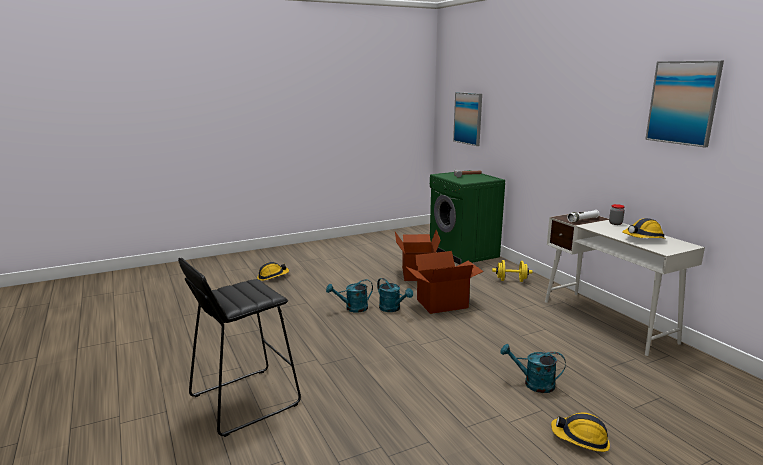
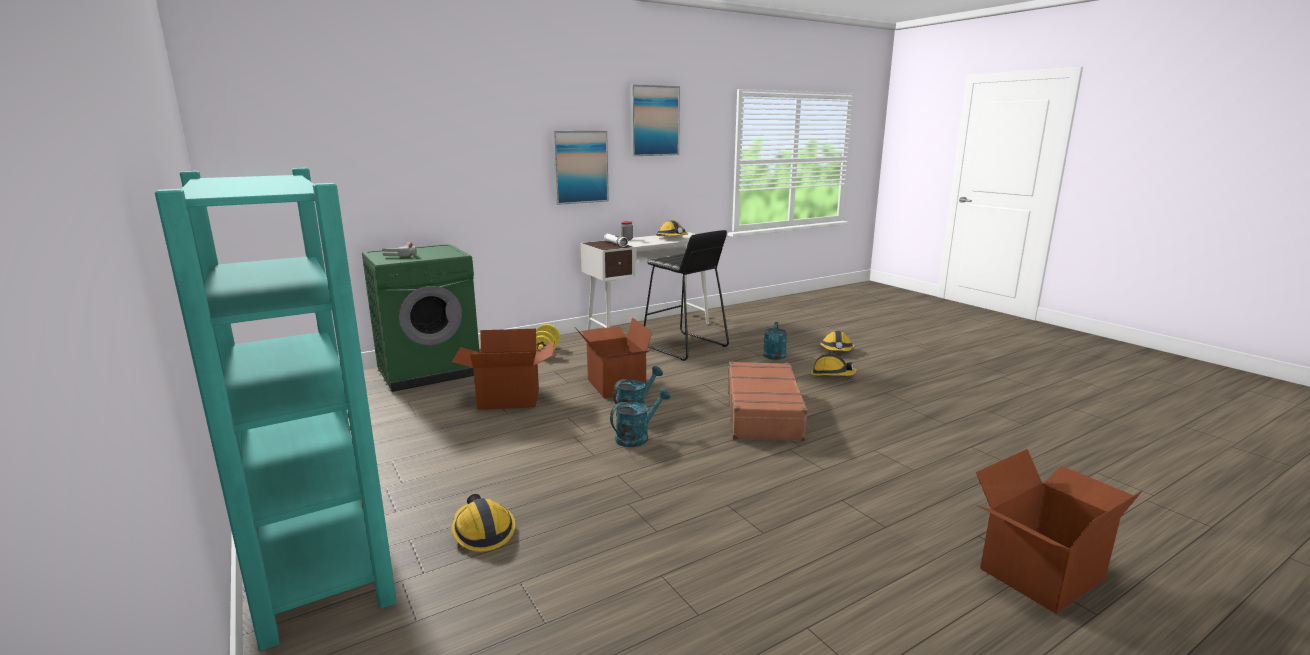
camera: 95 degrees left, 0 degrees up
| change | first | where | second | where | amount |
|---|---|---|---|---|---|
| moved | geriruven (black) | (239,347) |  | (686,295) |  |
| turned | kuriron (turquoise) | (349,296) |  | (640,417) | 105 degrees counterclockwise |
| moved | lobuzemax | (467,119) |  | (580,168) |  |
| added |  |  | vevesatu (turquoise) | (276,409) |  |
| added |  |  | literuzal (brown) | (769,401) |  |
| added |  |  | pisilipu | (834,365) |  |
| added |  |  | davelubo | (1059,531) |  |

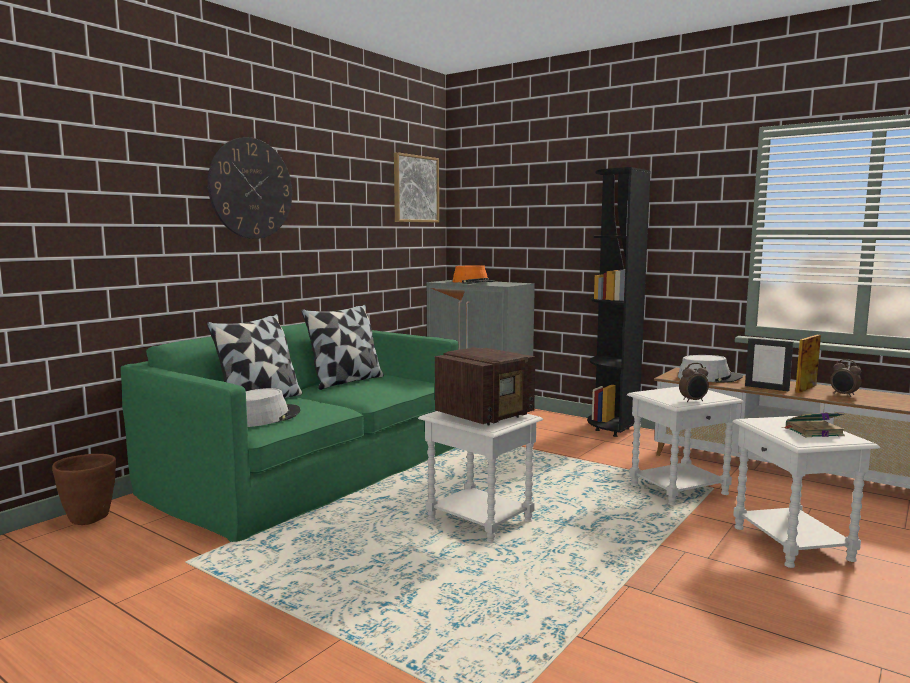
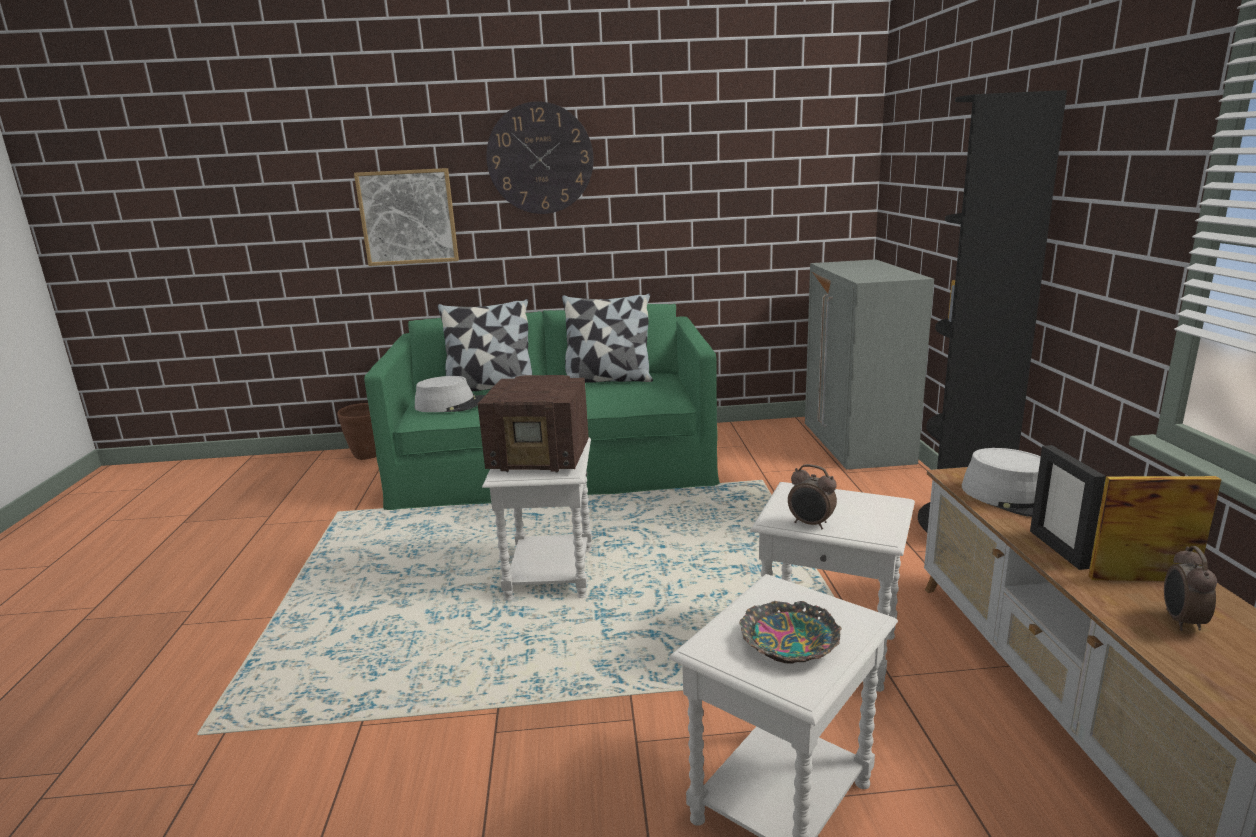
camera: 50 degrees right, 10 degrees up
| change | first | where | second | where | amount |
|---|---|---|---|---|---|
| moved | lobuzemax | (416,187) |  | (406,217) |  |
| removed | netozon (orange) | (474,274) |  |  |  |
| replaced | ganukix | (814,425) | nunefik | (790,632) |  |

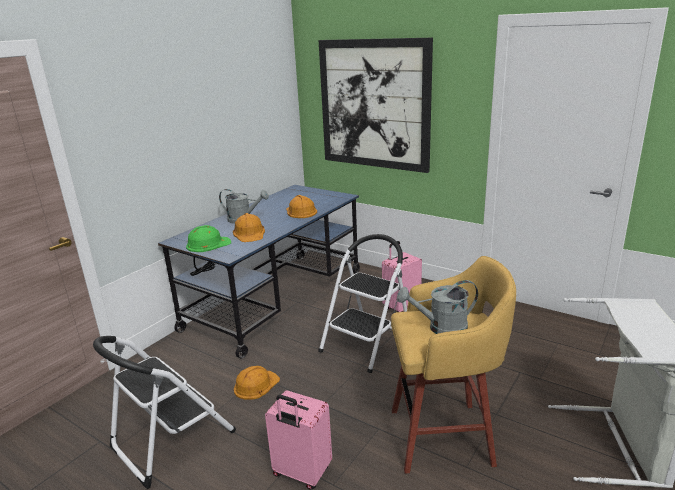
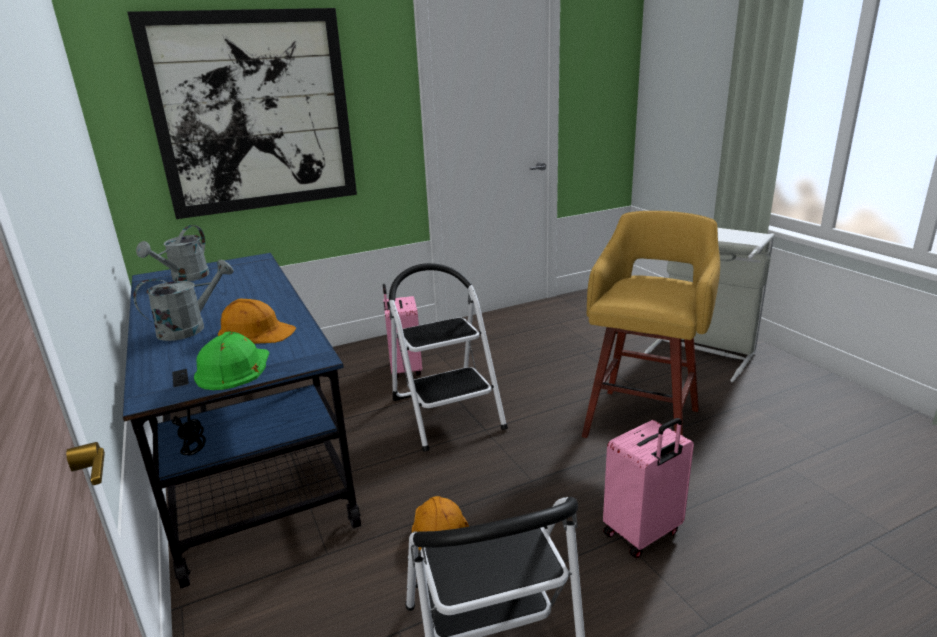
camera: 60 degrees left, 0 degrees up
| change | first | where | second | where | amount |
|---|---|---|---|---|---|
| removed | pisilipu (orange) | (301,206) |  |  |  |
| moved | kuriron (grey) | (437,307) |  | (173,253) |  |

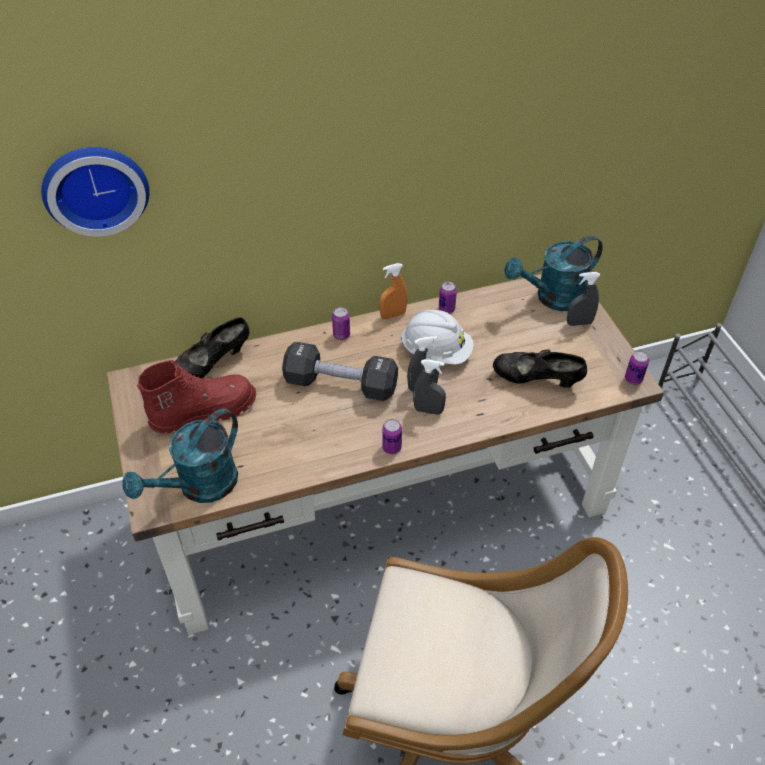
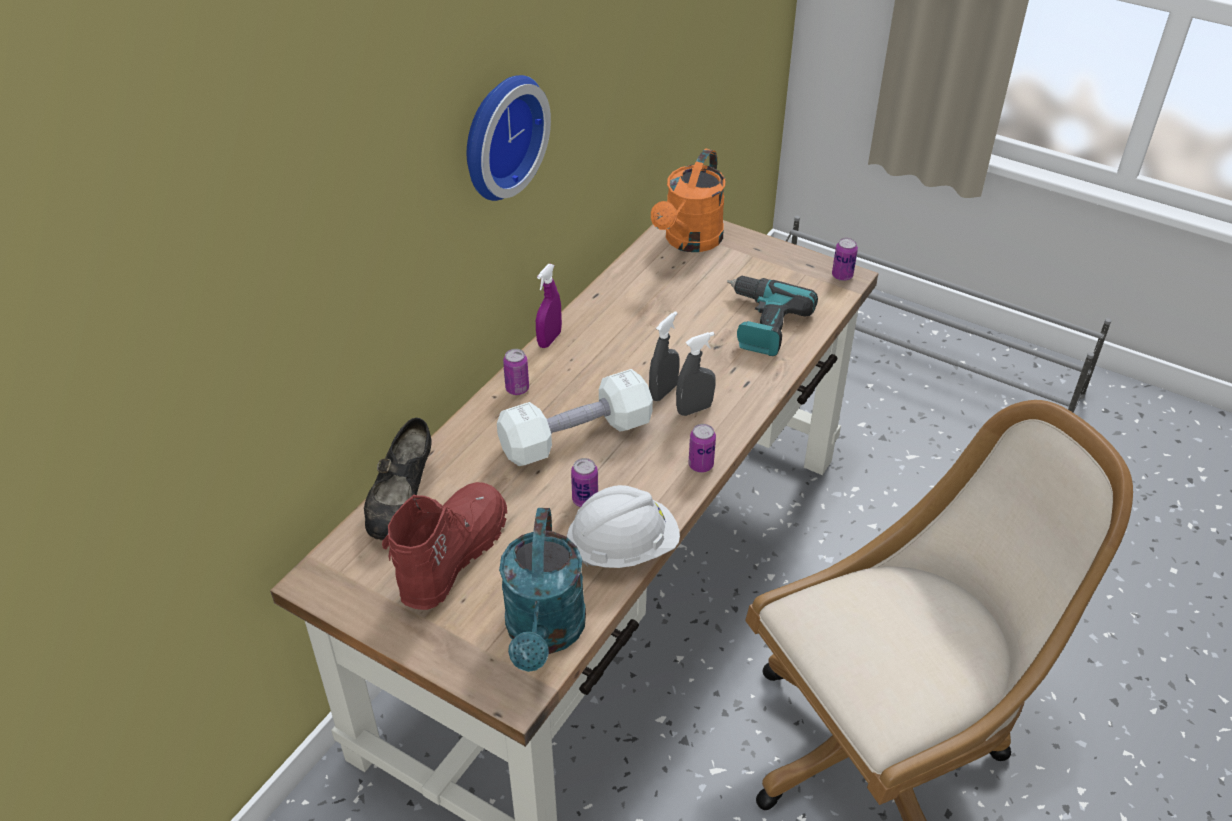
camera: 40 degrees left, 5 degrees down
| change | first | where | second | where | amount |
|---|---|---|---|---|---|
| moved | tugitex | (95,191) |  | (509,138) |  |
| recoloured | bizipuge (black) | (340,371) | bizipuge (white) | (575,417) |  |
| recoloured | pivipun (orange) | (393,291) | pivipun (purple) | (549,306) |  |
| moved | pisilipu (white) | (437,337) |  | (623,526) |  |
| moved | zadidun | (448,297) |  | (584,482) |  |
| replaced | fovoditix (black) | (540,368) | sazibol | (772,316) |  |
| recoloured | kuriron (turquoise) | (553,273) | kuriron (orange) | (688,200) |  |
| removed | pivipun (grey) | (583,299) |  |  |  |

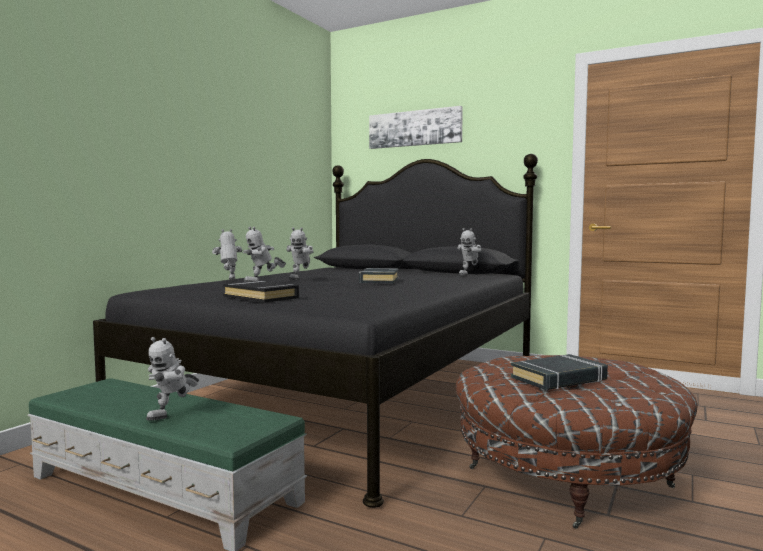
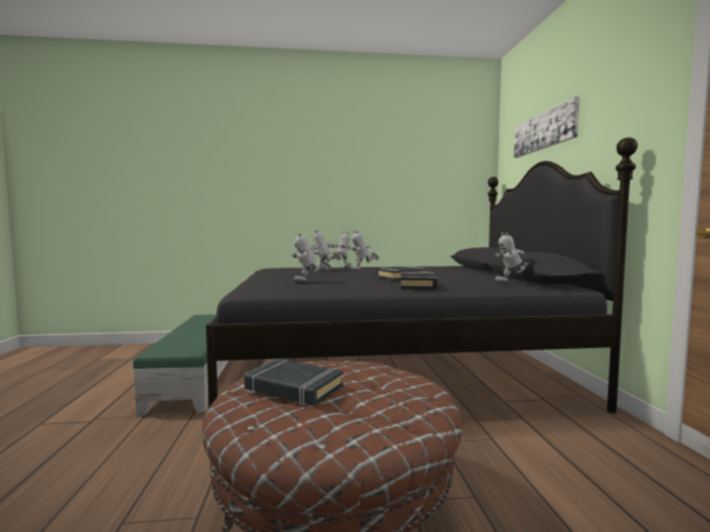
camera: 55 degrees right, 0 degrees up
| change | first | where | second | where | amount |
|---|---|---|---|---|---|
| moved | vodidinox | (172,379) |  | (310,257) |  |
| moved | ganukix (black) | (261,292) |  | (419,280) |  |

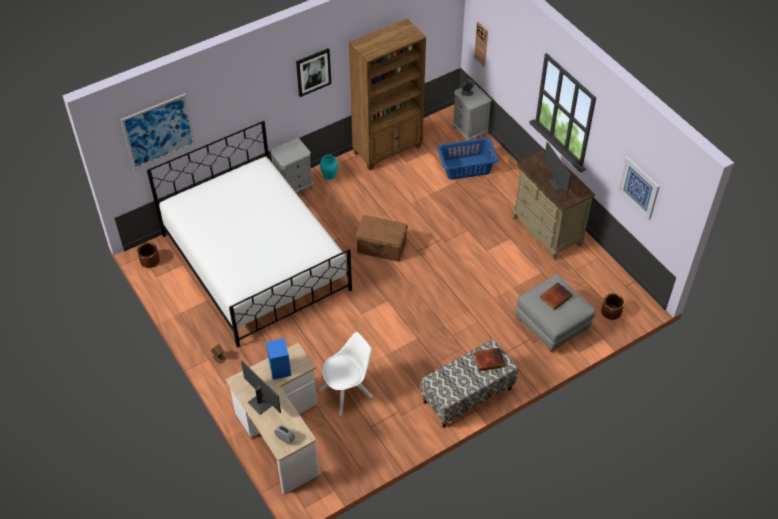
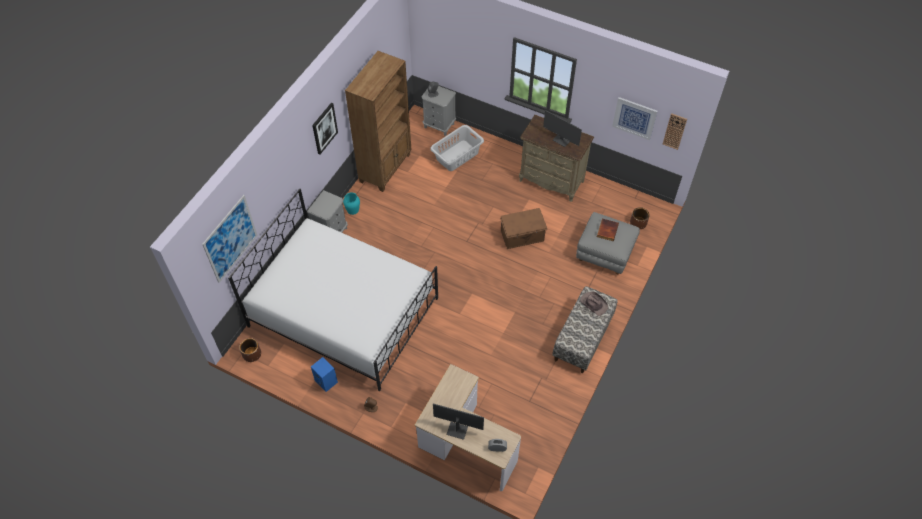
camera: 30 degrees left, 5 degrees up
| change | first | where | second | where | amount |
|---|---|---|---|---|---|
| moved | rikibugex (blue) | (278,359) |  | (324,374) |  |
| removed | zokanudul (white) | (346,374) |  |  |  |
| moved | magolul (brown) | (381,238) |  | (524,228) |  |
| recoloured | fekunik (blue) | (468,159) | fekunik (grey) | (457,148) |  |
| moved | tugitex | (481,44) |  | (675,131) |  |
| replaced | ganukix | (489,359) | netozon (brown) | (594,303) |  |

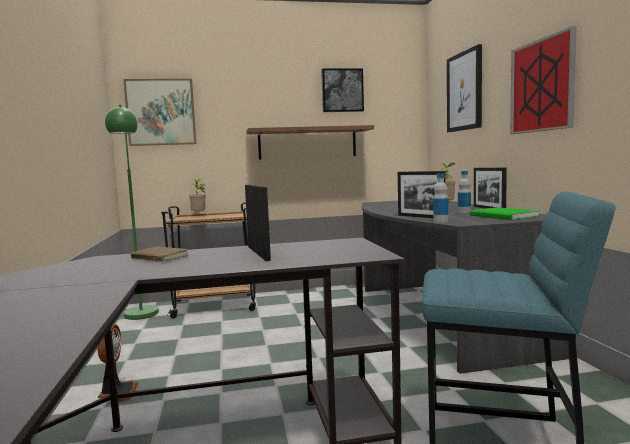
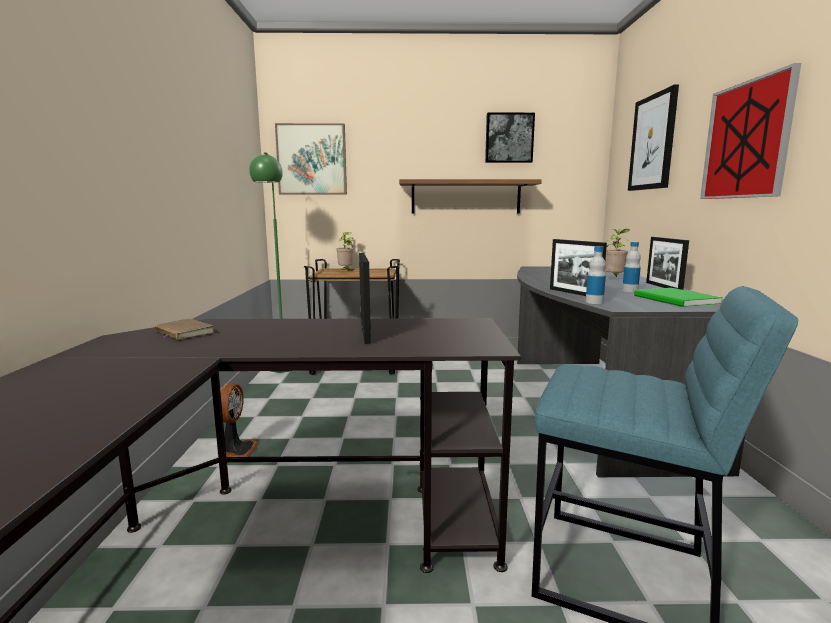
camera: 10 degrees right, 5 degrees up
| change | first | where | second | where | amount |
|---|---|---|---|---|---|
| moved | ganukix (brown) | (159,254) |  | (184,329) |  |

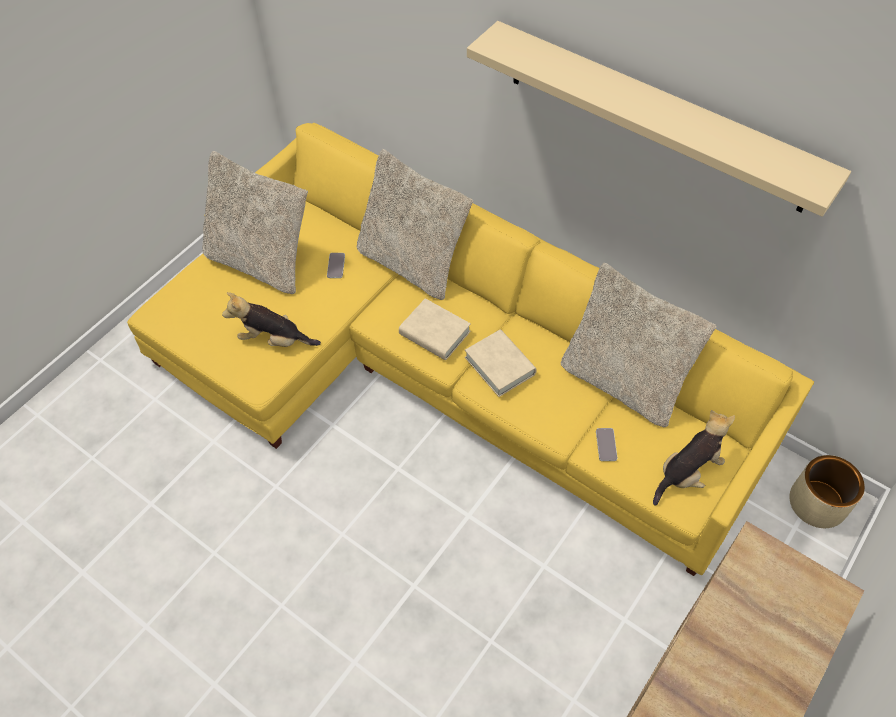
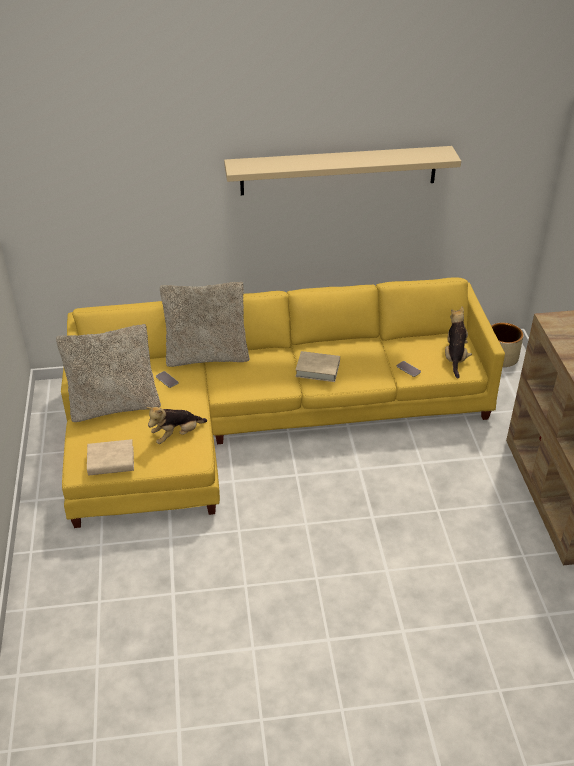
camera: 45 degrees left, 15 degrees down
| change | first | where | second | where | amount |
|---|---|---|---|---|---|
| moved | ganukix (beige) | (435,329) |  | (110,457) |  |
| removed | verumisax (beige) | (638,345) |  |  |  |

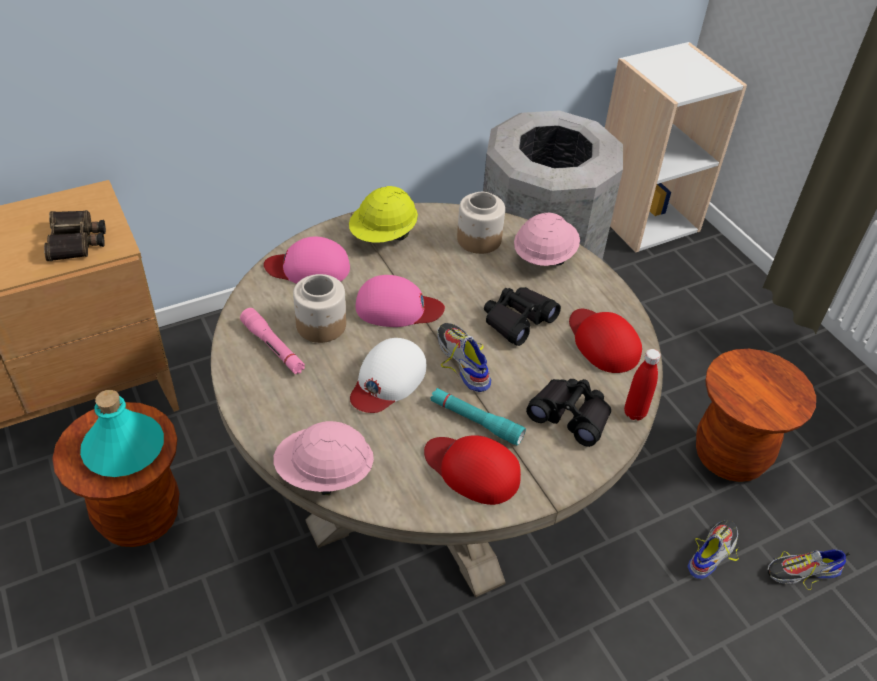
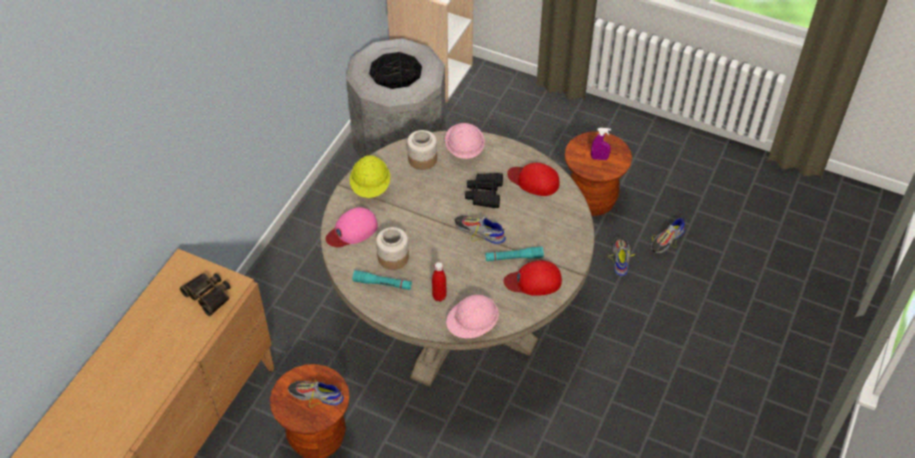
camera: 35 degrees left, 5 degrees up
| change | first | where | second | where | amount |
|---|---|---|---|---|---|
| replaced | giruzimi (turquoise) | (122,433) | fovoditix | (316,393) |  |
| recoloured | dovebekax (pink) | (272,341) | dovebekax (turquoise) | (382,280) |  |
| removed | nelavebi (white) | (388,375) |  |  |  |
| removed | nelavebi (pink) | (400,301) |  |  |  |
| removed | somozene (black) | (568,413) |  |  |  |
| moved | giruzimi (red) | (642,385) |  | (439,281) |  |
| added |  |  | pivipun (purple) | (601,144) |  |

